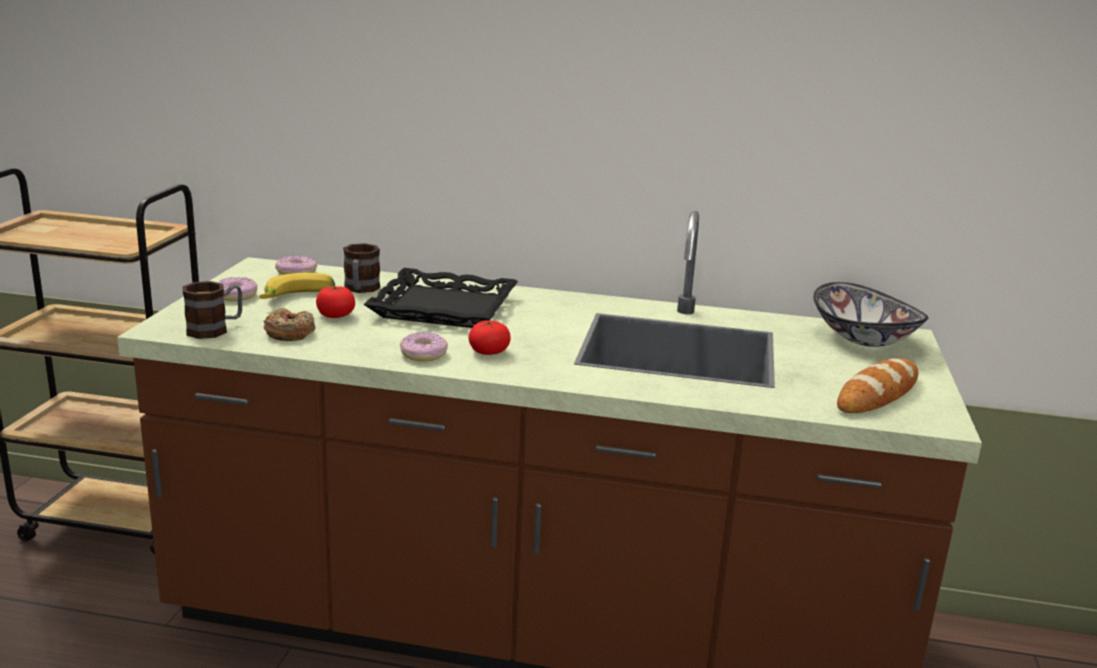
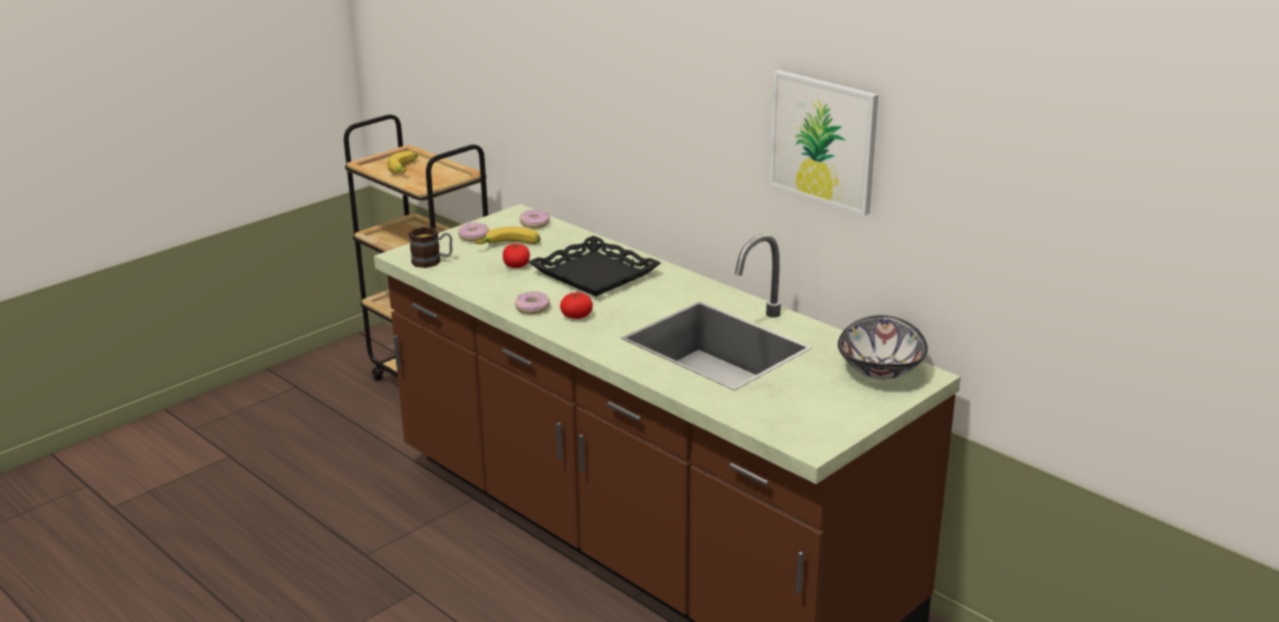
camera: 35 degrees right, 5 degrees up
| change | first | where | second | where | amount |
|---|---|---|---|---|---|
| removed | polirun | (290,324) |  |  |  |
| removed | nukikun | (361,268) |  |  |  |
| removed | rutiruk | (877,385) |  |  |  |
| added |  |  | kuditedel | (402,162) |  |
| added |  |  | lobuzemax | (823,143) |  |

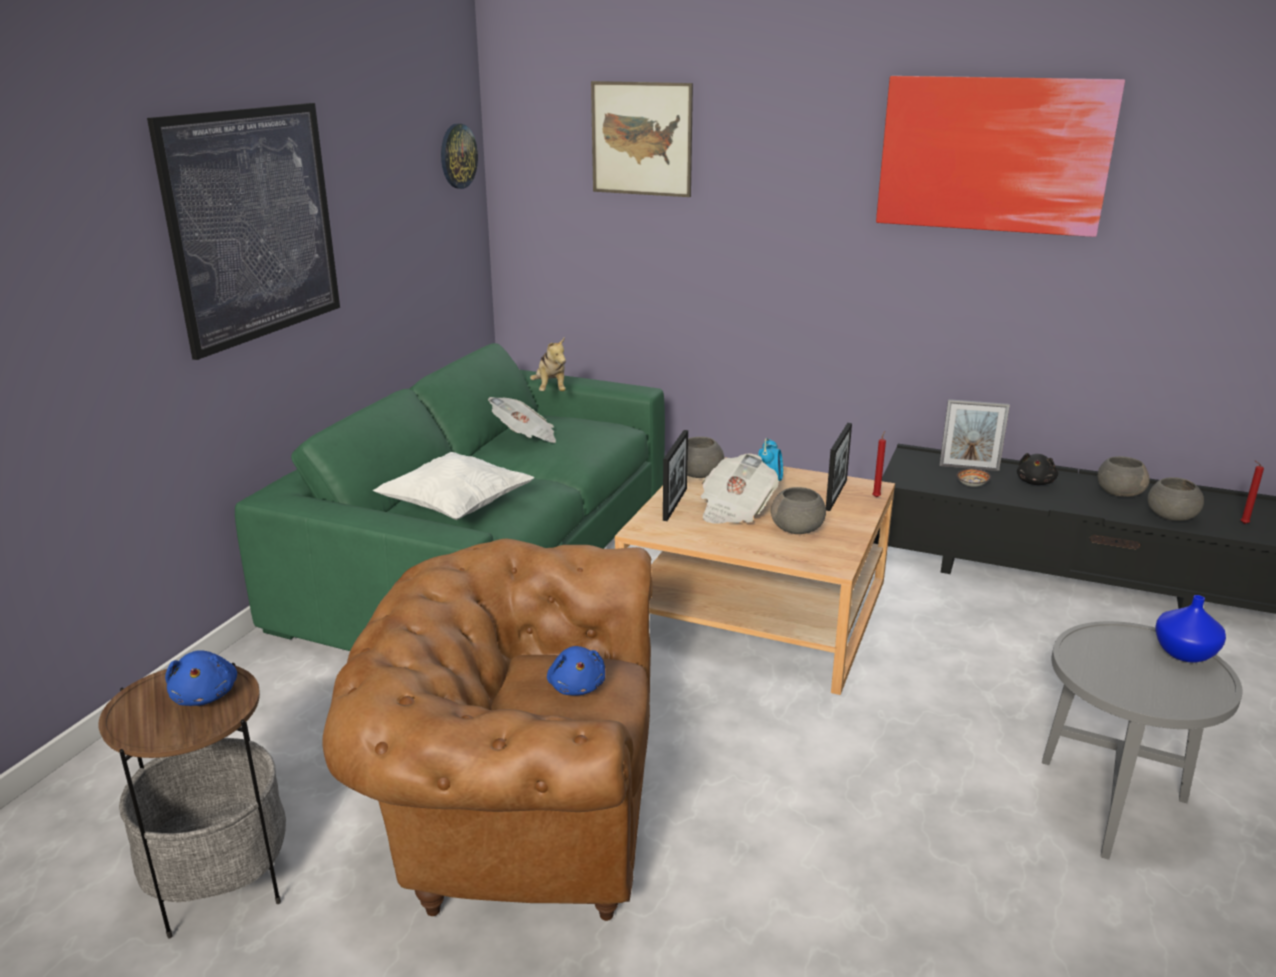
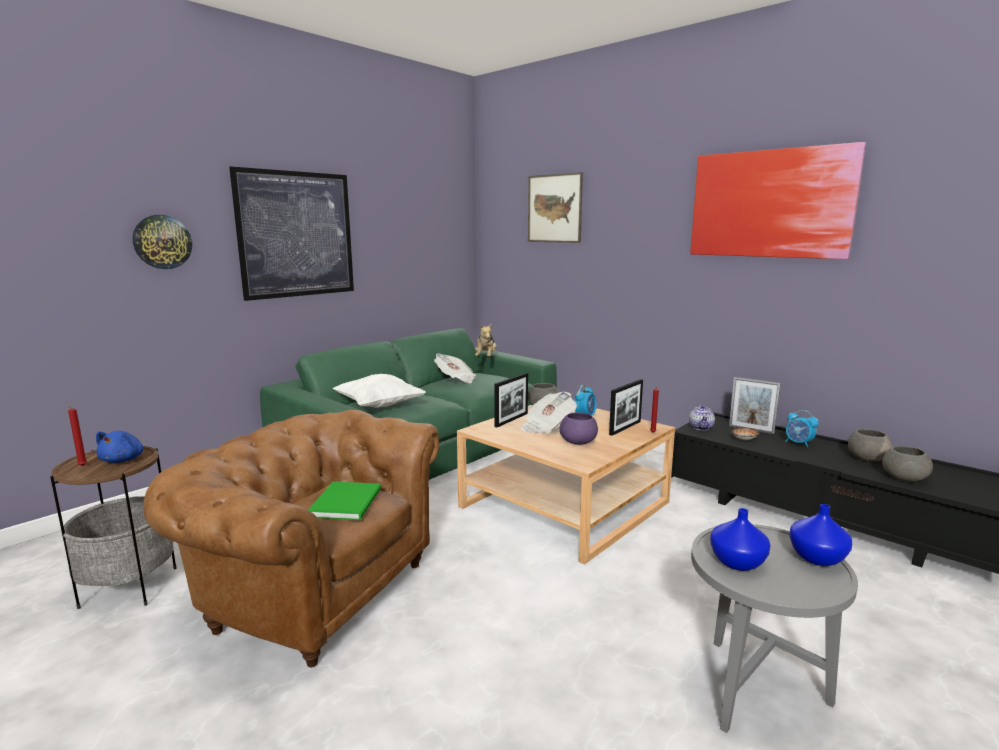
camera: 20 degrees right, 10 degrees down
| change | first | where | second | where | amount |
|---|---|---|---|---|---|
| moved | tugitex | (459,156) |  | (162,242) |  |
| replaced | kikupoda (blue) | (576,671) | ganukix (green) | (344,501) |  |
| recoloured | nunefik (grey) | (798,510) | nunefik (purple) | (578,428) |  |
| replaced | kikupoda (black) | (1037,469) | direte | (802,429) |  |
| moved | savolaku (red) | (1252,492) |  | (76,434) |  |
| added |  |  | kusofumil | (702,417) |  |
| added |  |  | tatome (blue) | (740,539) |  |

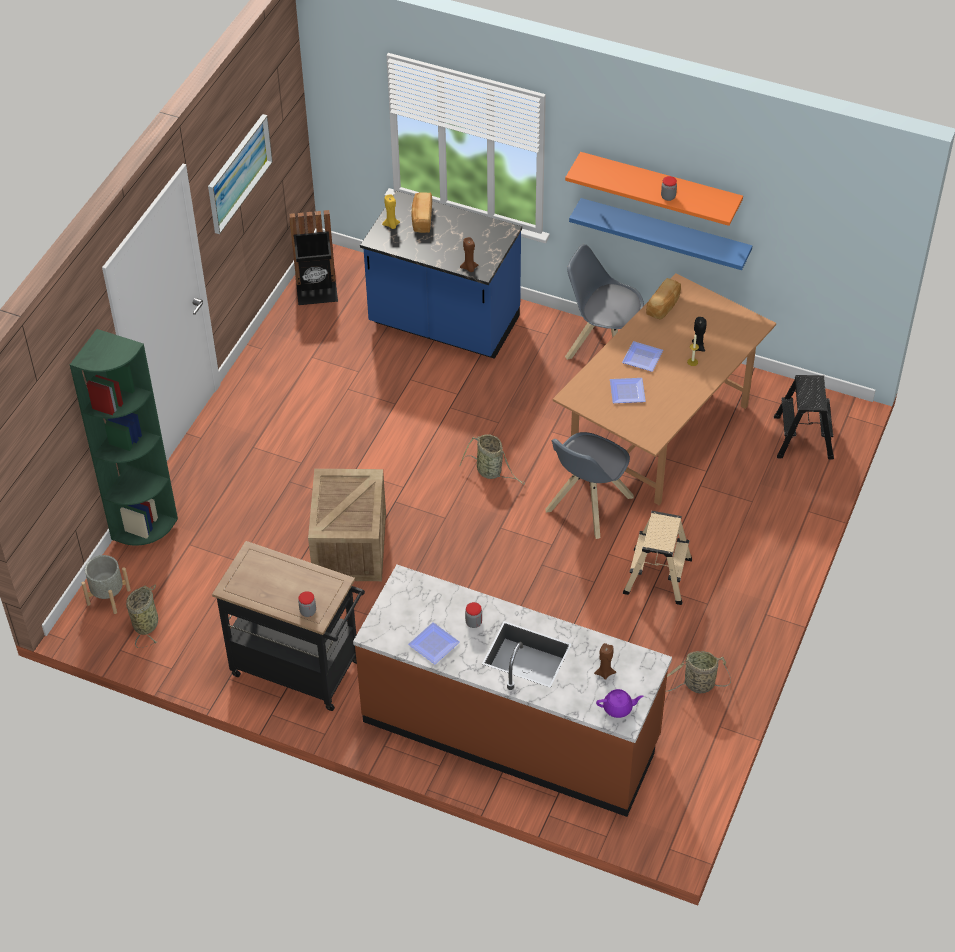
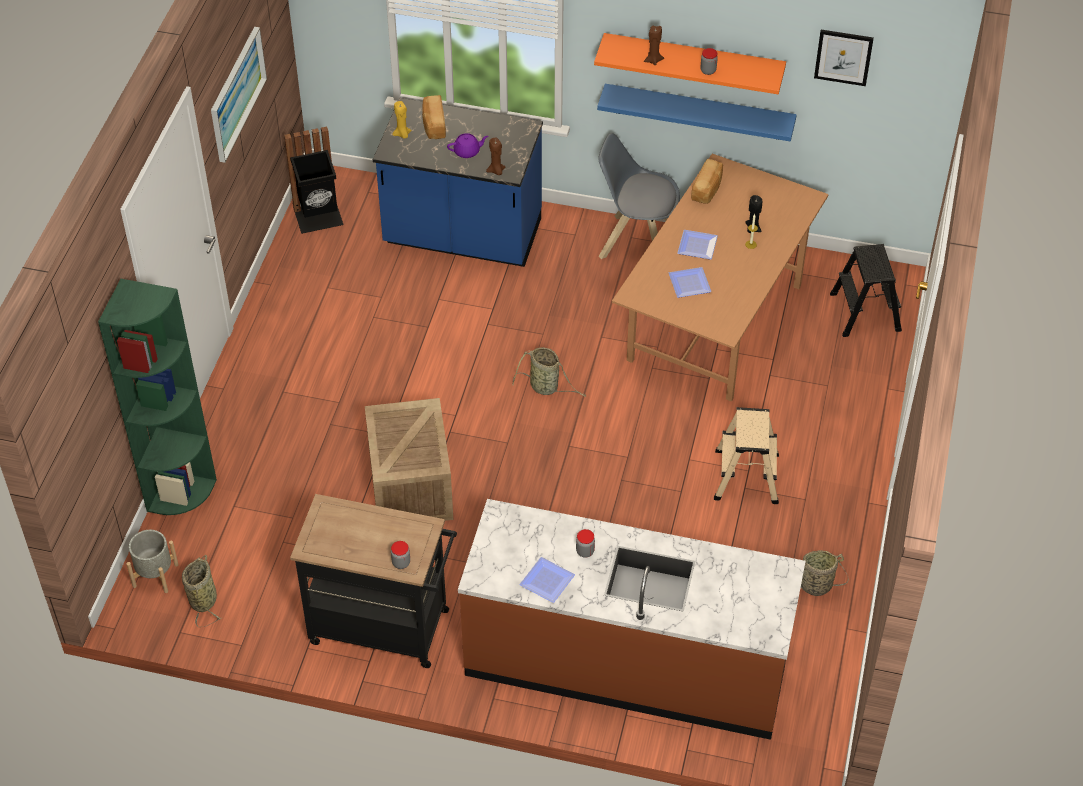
camera: 10 degrees left, 0 degrees up
| change | first | where | second | where | amount |
|---|---|---|---|---|---|
| removed | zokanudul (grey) | (589,485) |  |  |  |
| moved | savolaku (brown) | (605,661) |  | (654,45) |  |
| moved | kusofumil (purple) | (620,703) |  | (467,145) |  |
| added |  |  | lobuzemax | (844,58) |  |

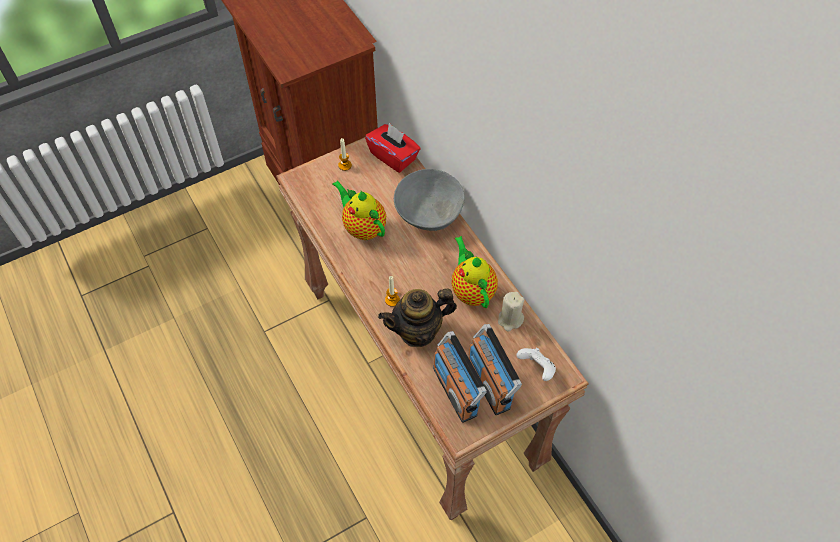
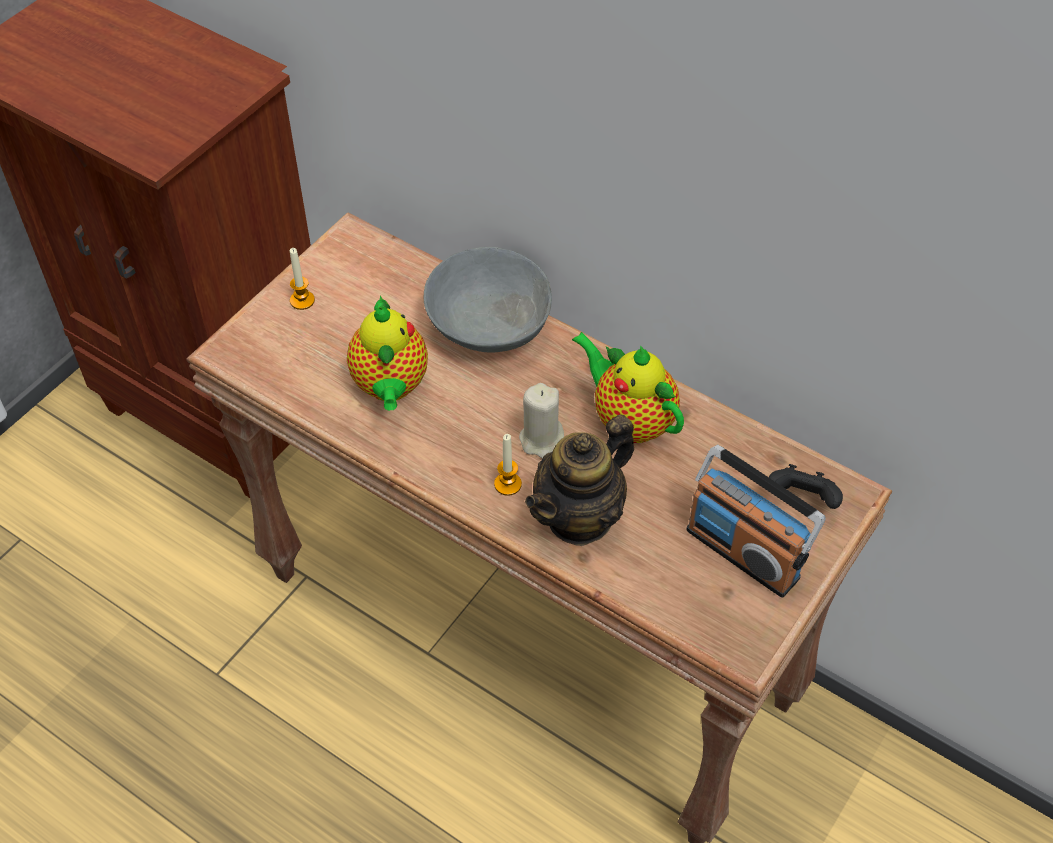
camera: 25 degrees left, 5 degrees down
| change | first | where | second | where | amount |
|---|---|---|---|---|---|
| turned | kusofumil | (359,210) |  | (387,353) | 120 degrees counterclockwise |
| removed | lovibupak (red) | (393,148) |  |  |  |
| removed | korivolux | (460,377) |  |  |  |
| moved | savolaku (beige) | (511,312) |  | (541,421) |  |
| recoloured | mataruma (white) | (536,364) | mataruma (black) | (806,486) |  |

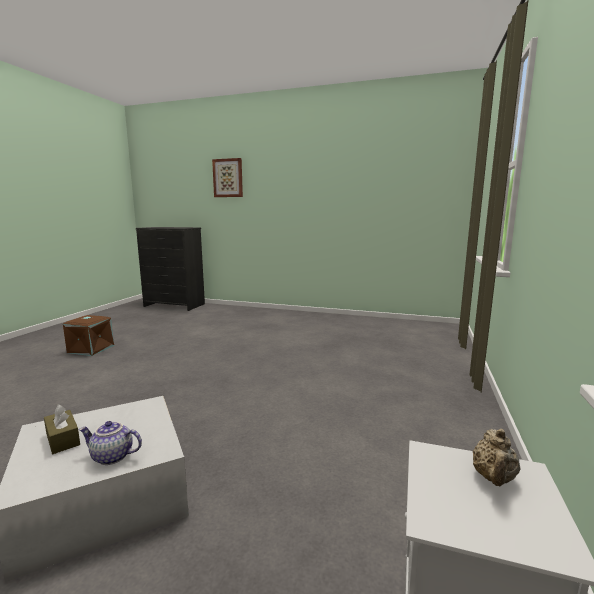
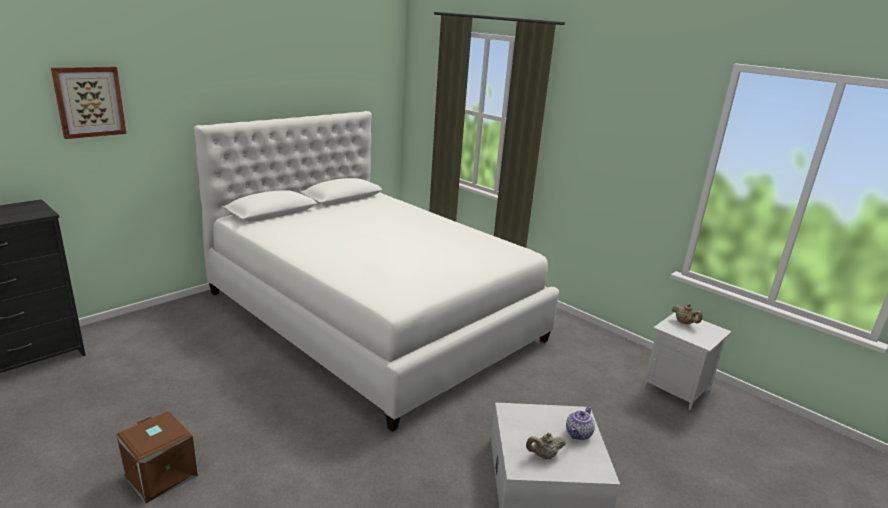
camera: 65 degrees left, 10 degrees up
| change | first | where | second | where | amount |
|---|---|---|---|---|---|
| replaced | lovibupak (brown) | (62,429) | kusofumil (beige) | (545,446) |  |
| added |  |  | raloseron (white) | (376,271) |  |

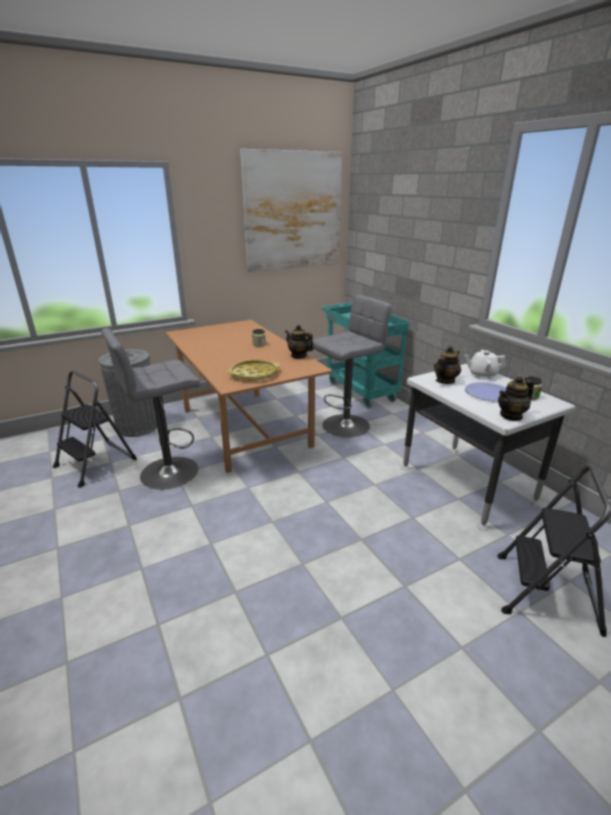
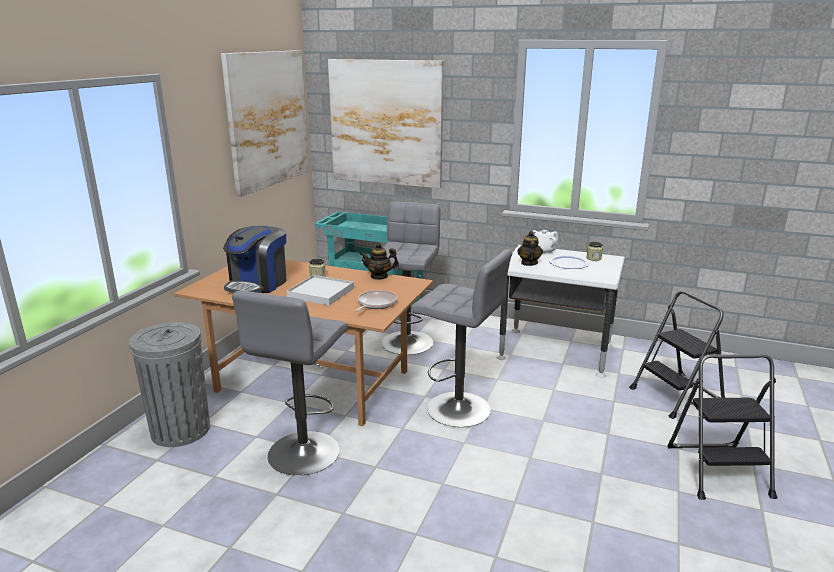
camera: 40 degrees left, 5 degrees down
| change | first | where | second | where | amount |
|---|---|---|---|---|---|
| moved | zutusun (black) | (95,429) |  | (722,427) |  |
| replaced | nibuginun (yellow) | (253,370) | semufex | (376,300) |  |
| removed | kusofumil | (516,398) |  |  |  |
| added |  |  | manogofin | (255,259) |  |
| added |  |  | nibuginun (white) | (320,290) |  |
| added |  |  | lobuzemax | (385,123) |  |
| added |  |  | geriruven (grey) | (462,338) |  |

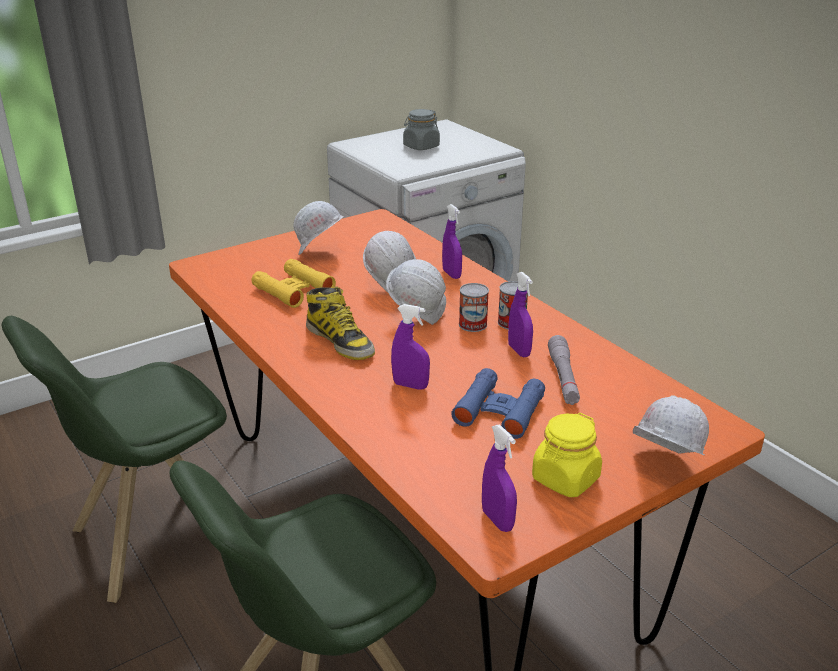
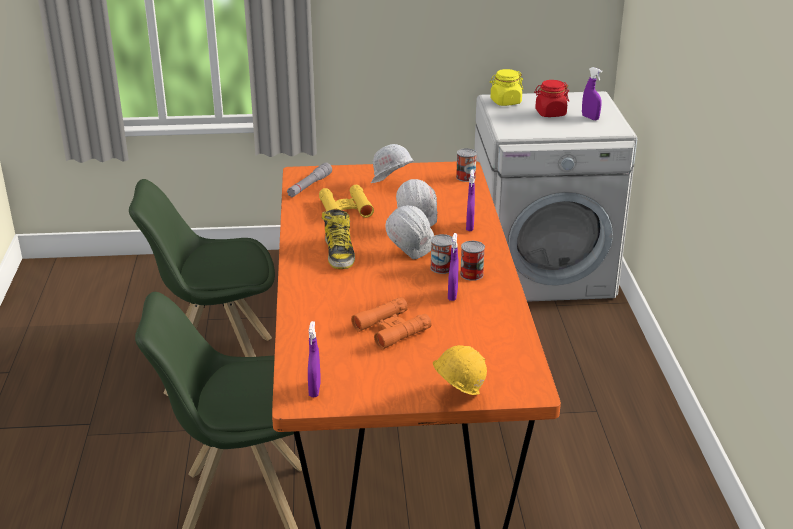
camera: 30 degrees right, 0 degrees up
| change | first | where | second | where | amount |
|---|---|---|---|---|---|
| moved | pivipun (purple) | (410,347) |  | (592,93) |  |
| recoloured | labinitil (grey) | (421,129) | labinitil (red) | (551,98) |  |
| recoloured | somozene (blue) | (498,403) | somozene (orange) | (391,323) |  |
| moved | labinitil (yellow) | (567,455) |  | (506,87) |  |
| moved | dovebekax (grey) | (564,370) |  | (309,180) |  |
| recoloured | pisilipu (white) | (671,425) | pisilipu (yellow) | (460,370) |  |
| added |  |  | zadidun | (466,165) |  |

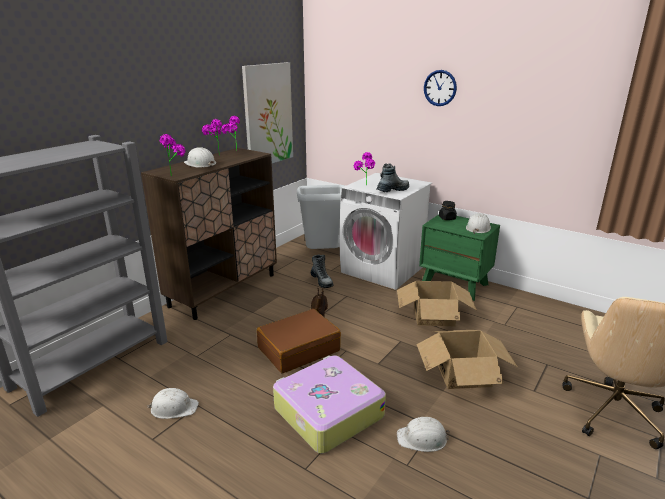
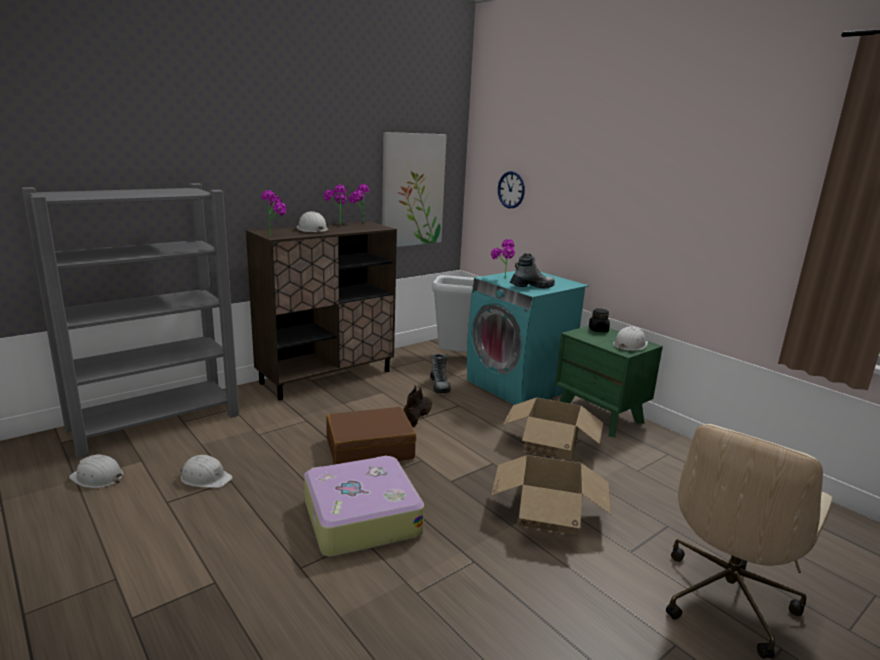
camera: 15 degrees right, 5 degrees down
| change | first | where | second | where | amount |
|---|---|---|---|---|---|
| recoloured | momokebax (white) | (385,231) | momokebax (turquoise) | (528,338) |  |
| moved | pisilipu (white) | (423,434) |  | (96,471) |  |
| moved | tugitex | (440,88) |  | (511,189) |  |

